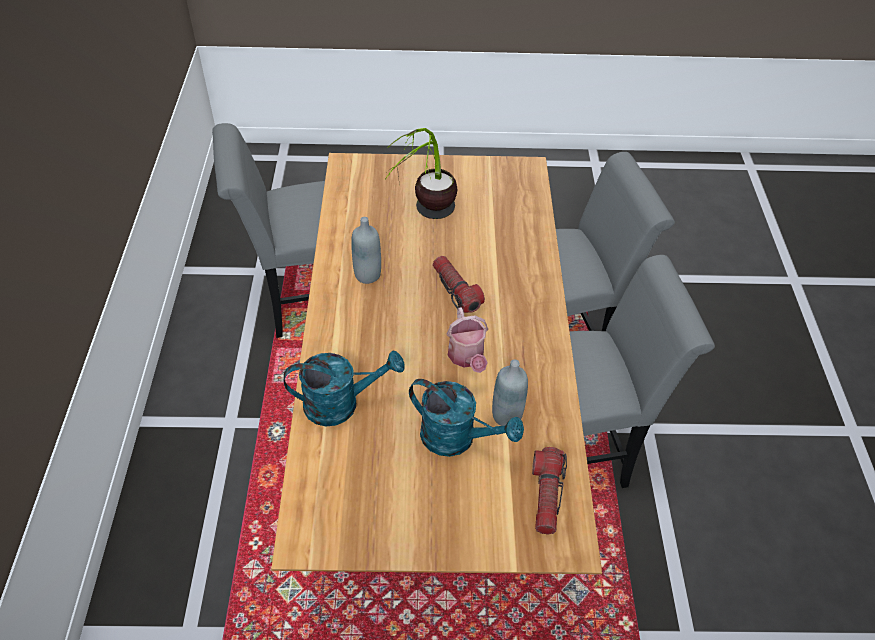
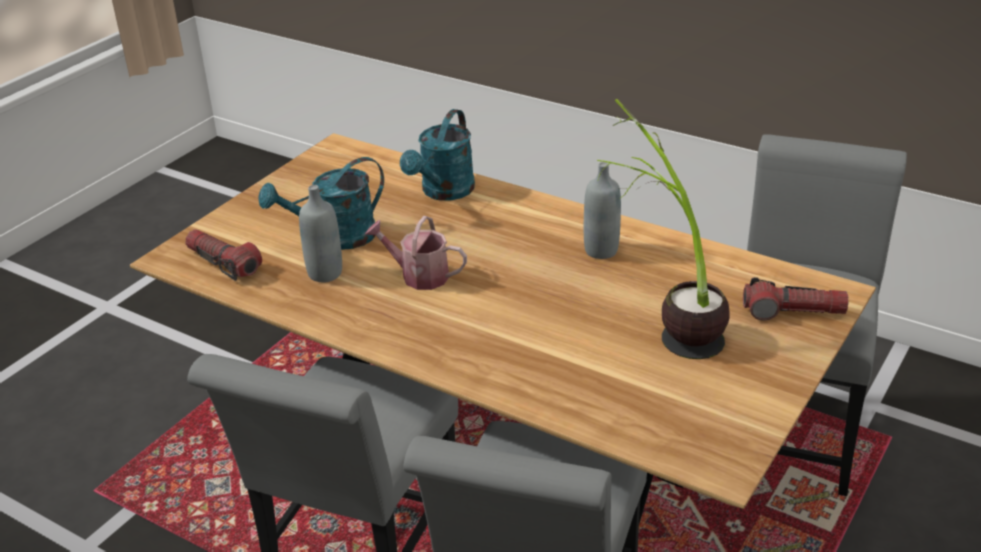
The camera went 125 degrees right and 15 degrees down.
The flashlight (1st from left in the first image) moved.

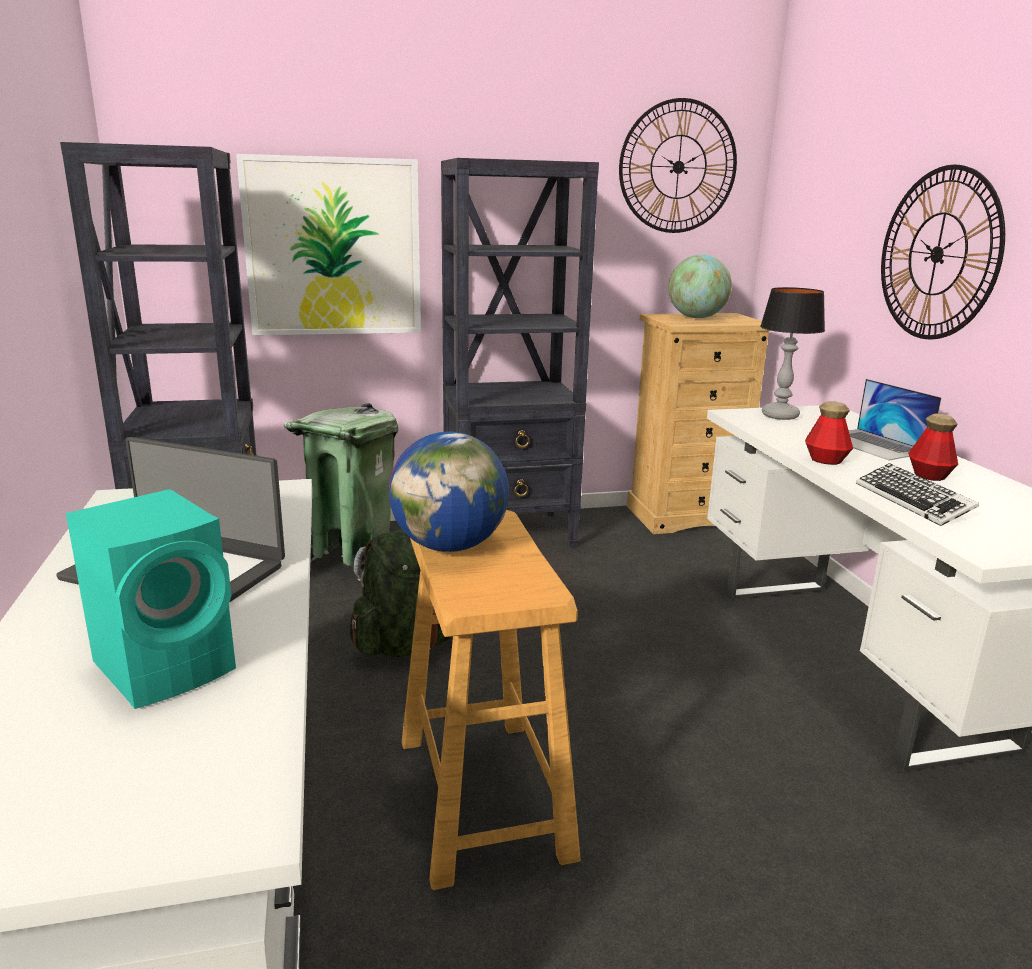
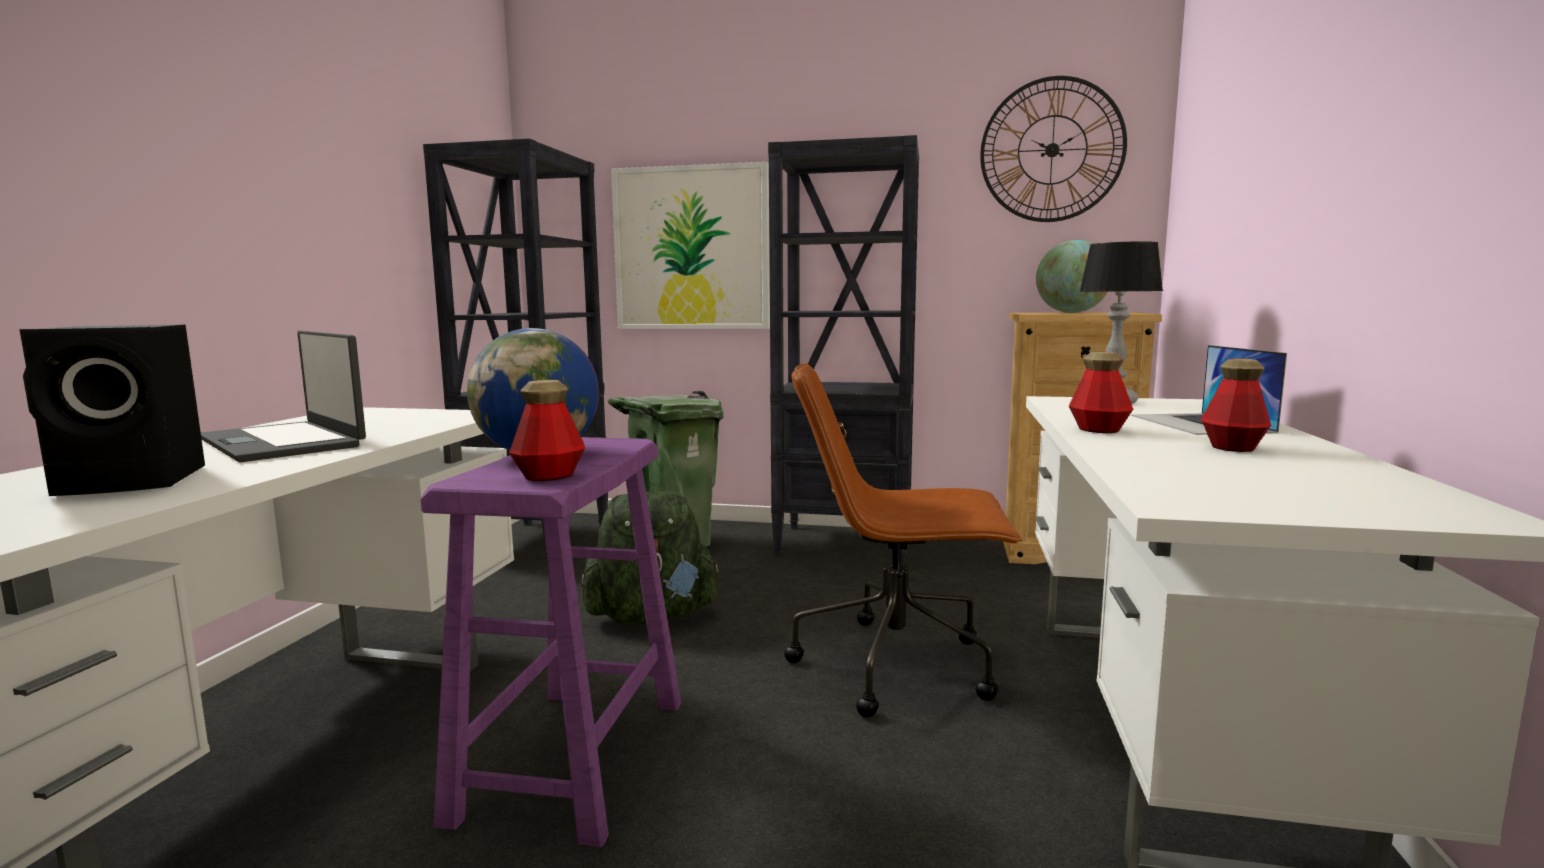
The camera went 25 degrees right and 10 degrees down.
The wall clock (2nd from left) disappeared.
The keyboard disappeared.
The turquoise audio speaker became the black-coloured audio speaker.
The beige-coloured stool became the purplish stool.
The brown-coloured computer chair appeared.
The beverage bottle (1st from left) appeared.

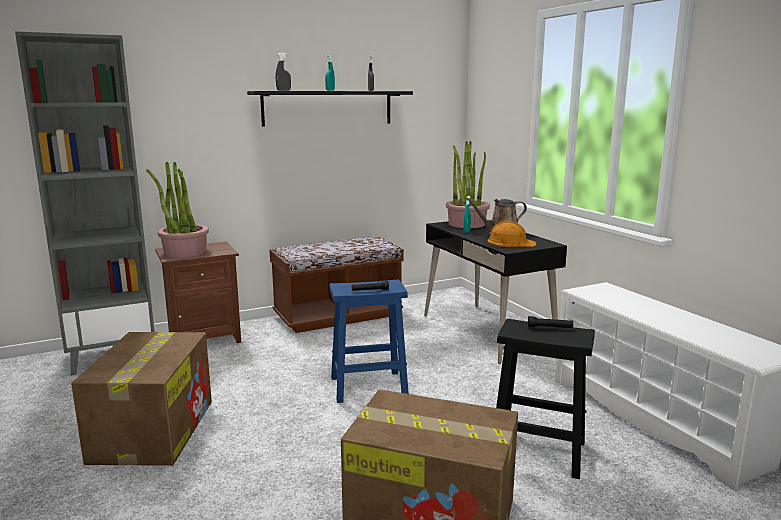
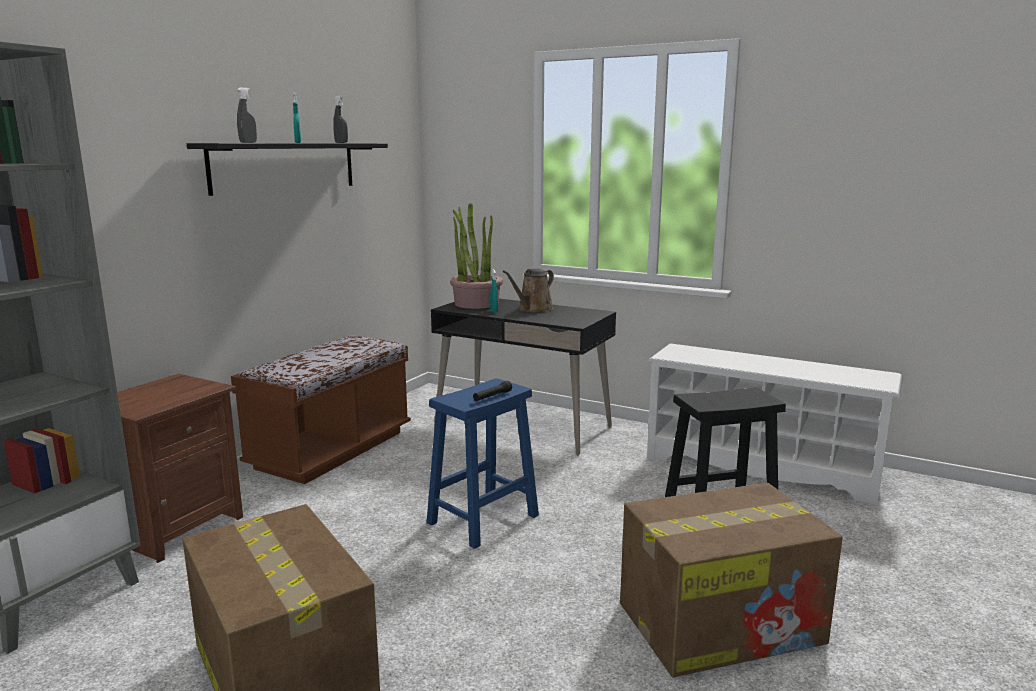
The camera went 35 degrees left and 0 degrees up.
The plant in a pot (1st from left) disappeared.
The orange-coloured work helmet disappeared.
The black-coloured flashlight (2nd from left) disappeared.

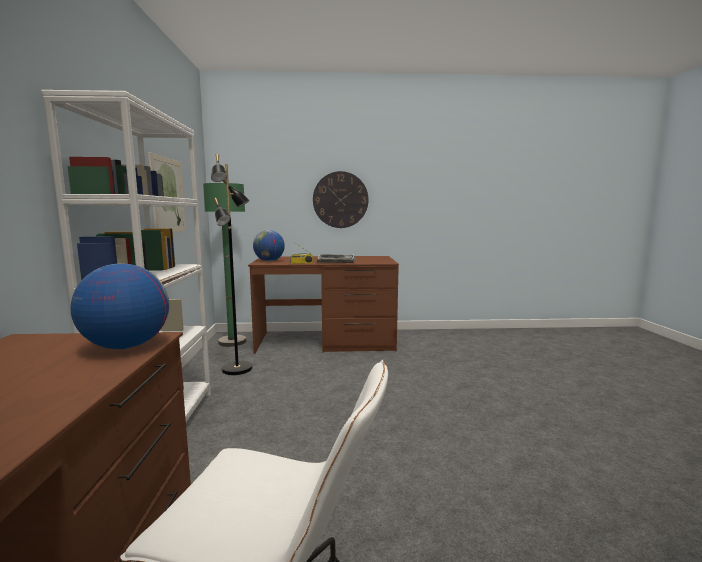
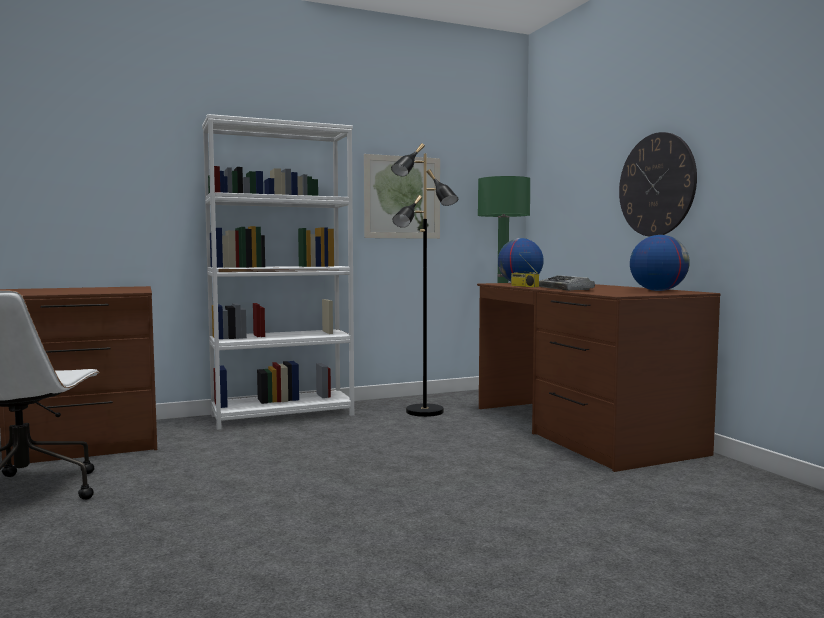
The camera went 70 degrees right and 5 degrees down.
The world globe (1st from left in the first image) moved.

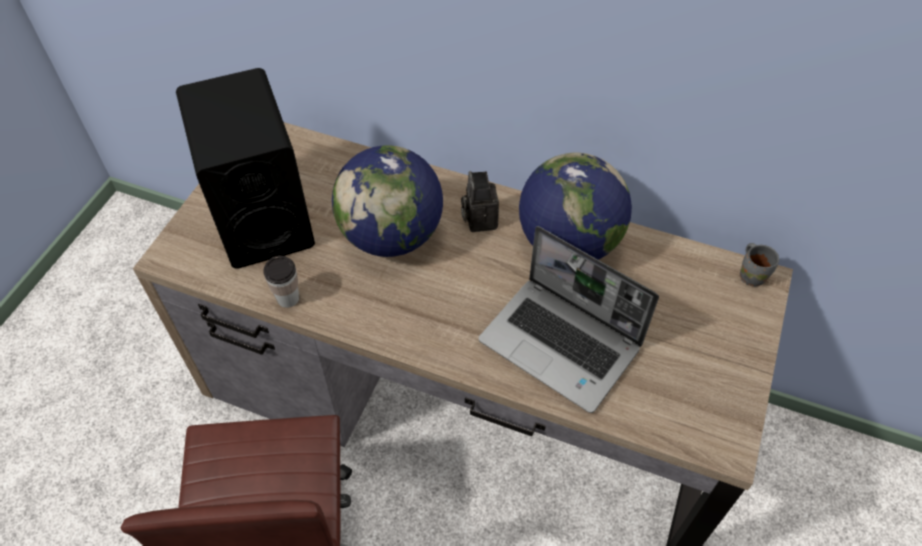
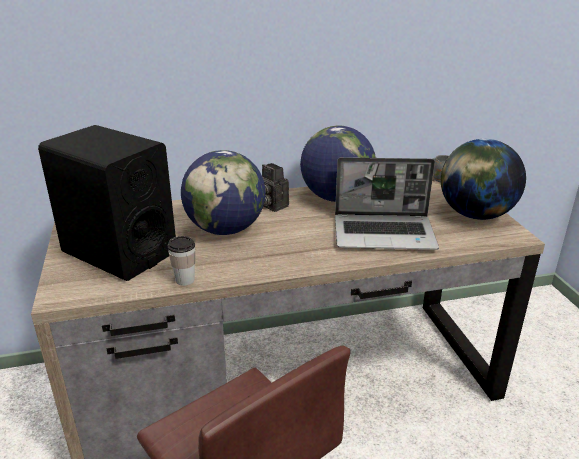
The camera went 35 degrees left and 25 degrees down.
The world globe (3rd from left) appeared.

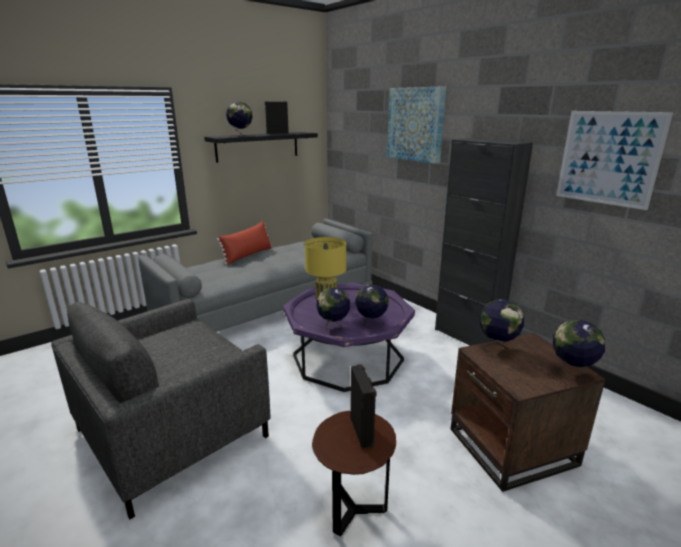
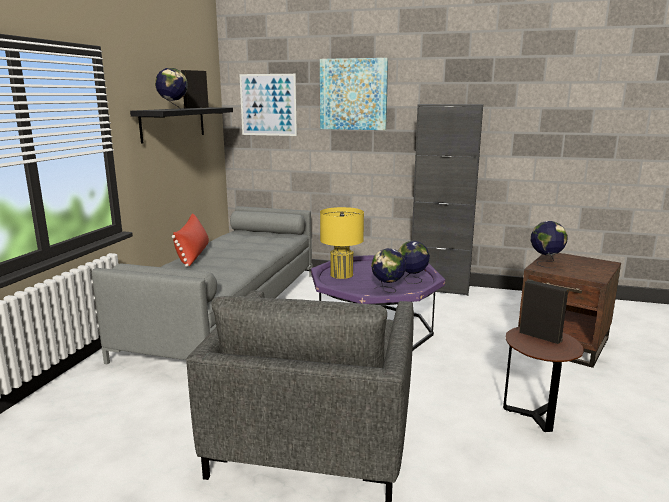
The camera went 35 degrees left and 5 degrees down.
The wall art (2nd from left in the first image) moved.
The world globe (5th from left) disappeared.

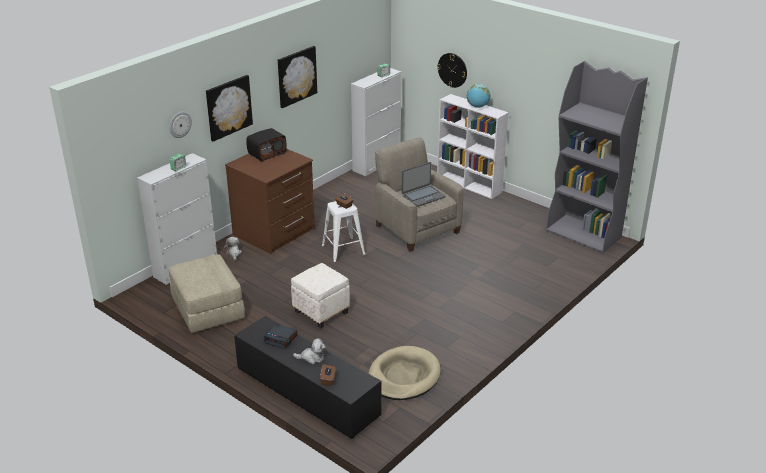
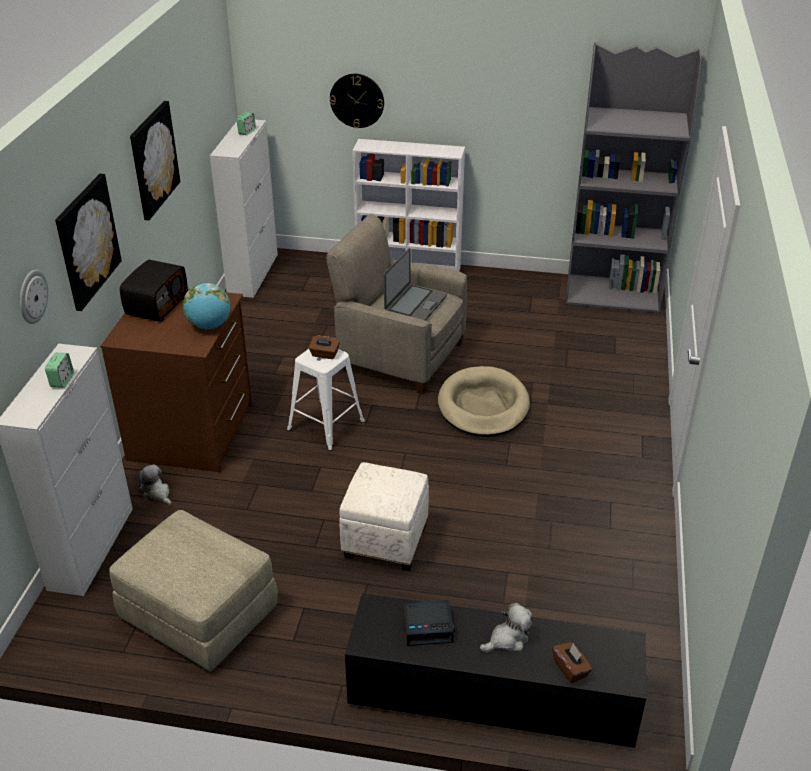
The camera went 30 degrees left and 5 degrees up.
The world globe moved.
The beige-coloured pet bed moved.

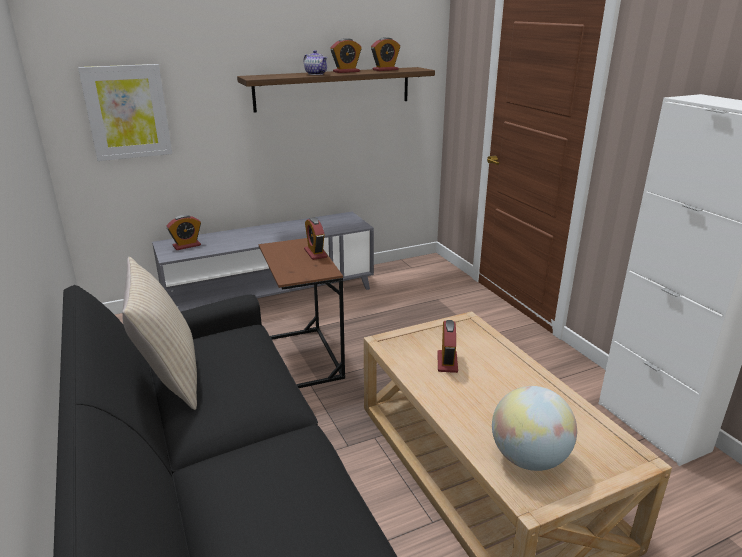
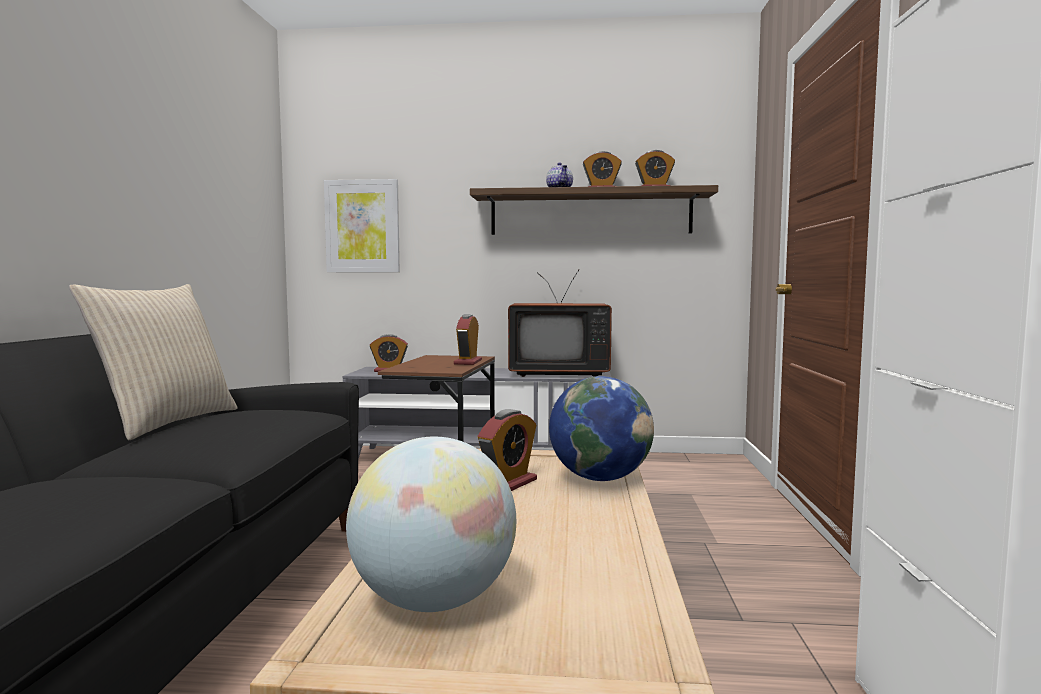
The camera went 30 degrees right and 20 degrees down.
The TV appeared.
The world globe (2nd from left) appeared.

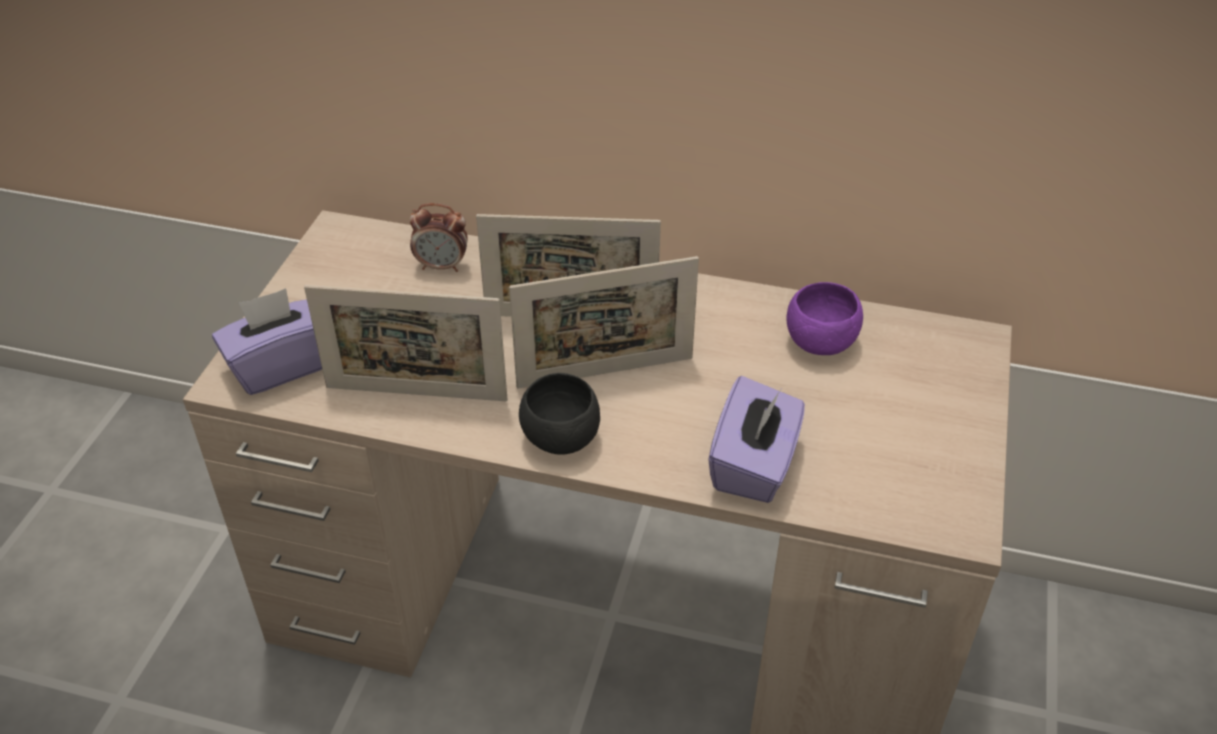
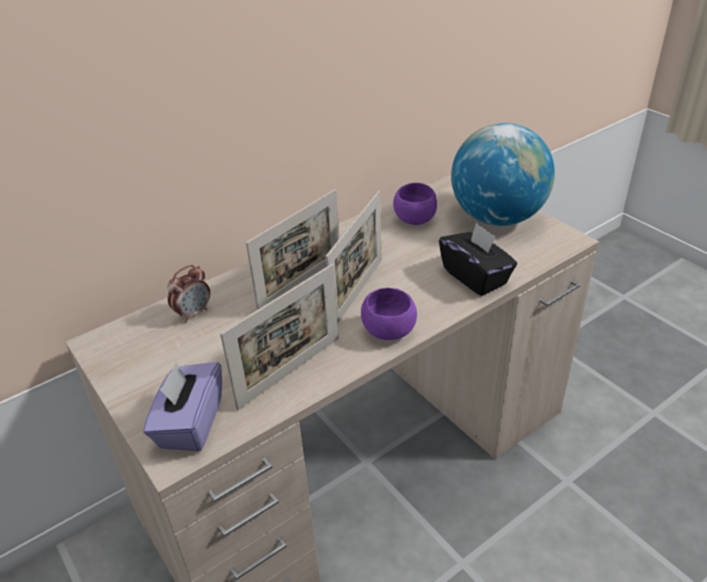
The camera went 50 degrees left and 5 degrees down.
The black-coloured bowl became the purplish bowl (1st from left).
The purplish box of tissues (2nd from left) became the black-coloured box of tissues.
The world globe appeared.

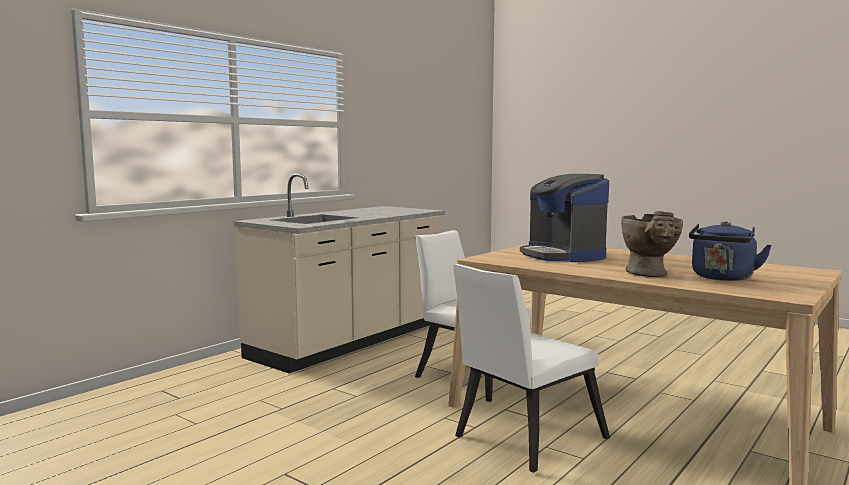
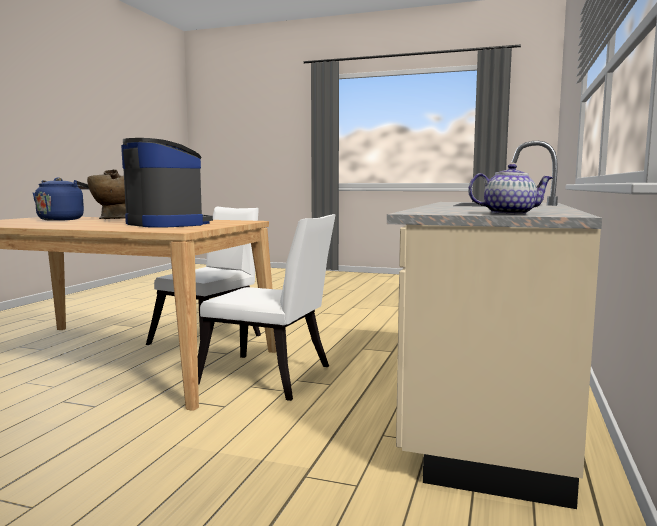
The camera went 160 degrees right and 0 degrees up.
The pot for tea appeared.

